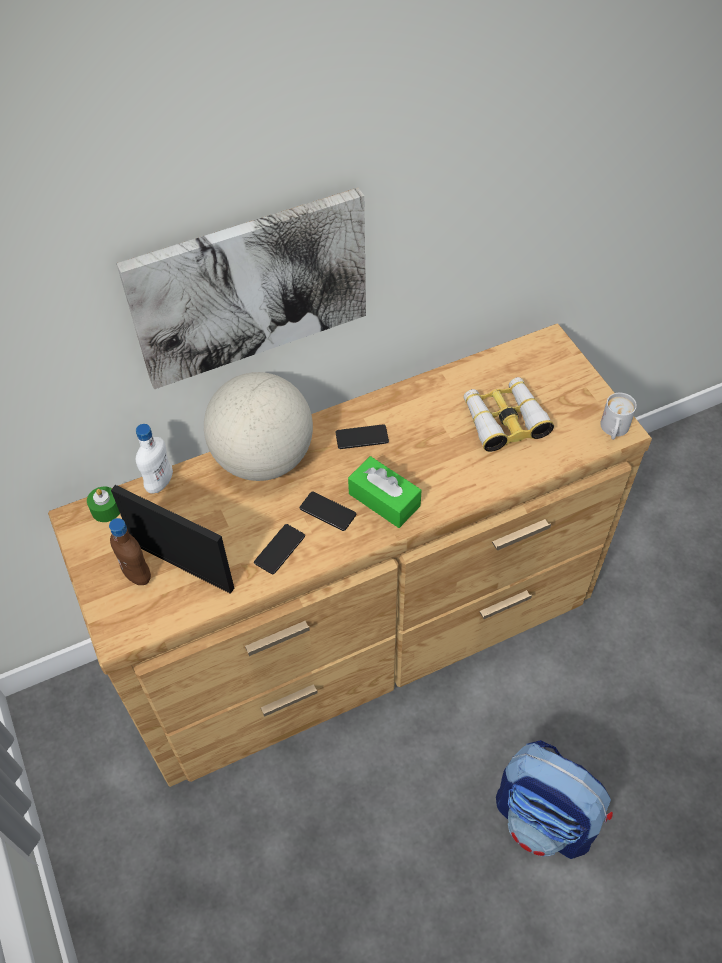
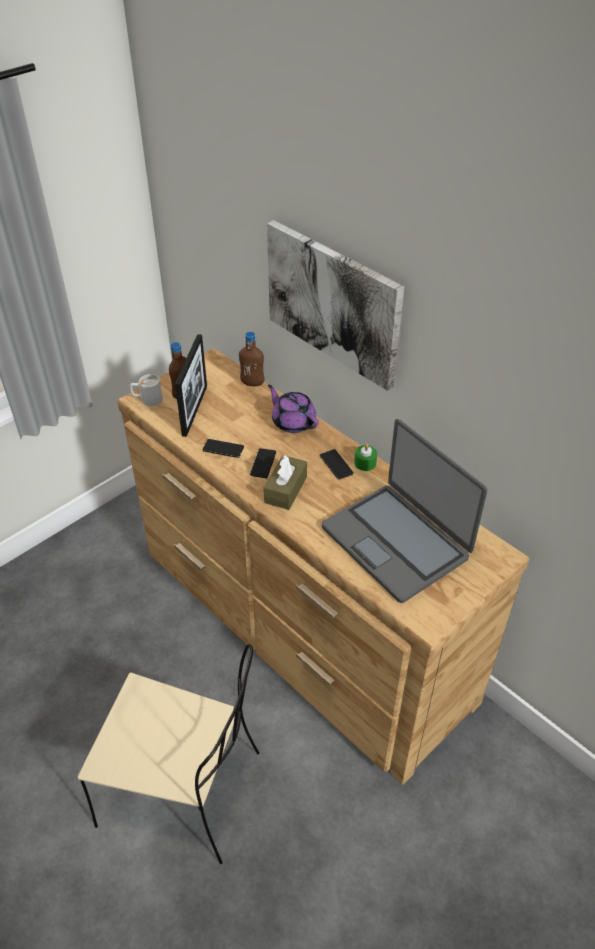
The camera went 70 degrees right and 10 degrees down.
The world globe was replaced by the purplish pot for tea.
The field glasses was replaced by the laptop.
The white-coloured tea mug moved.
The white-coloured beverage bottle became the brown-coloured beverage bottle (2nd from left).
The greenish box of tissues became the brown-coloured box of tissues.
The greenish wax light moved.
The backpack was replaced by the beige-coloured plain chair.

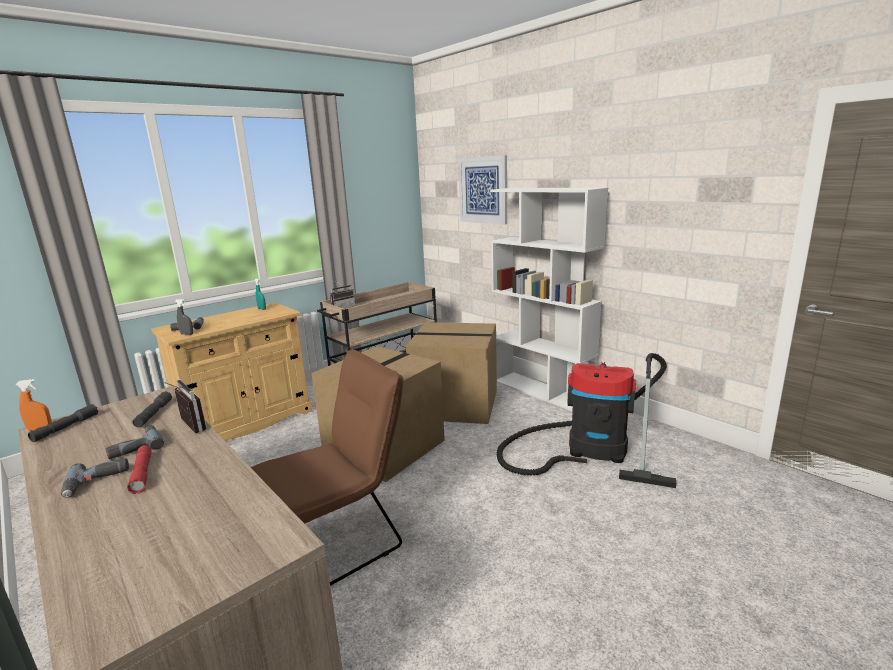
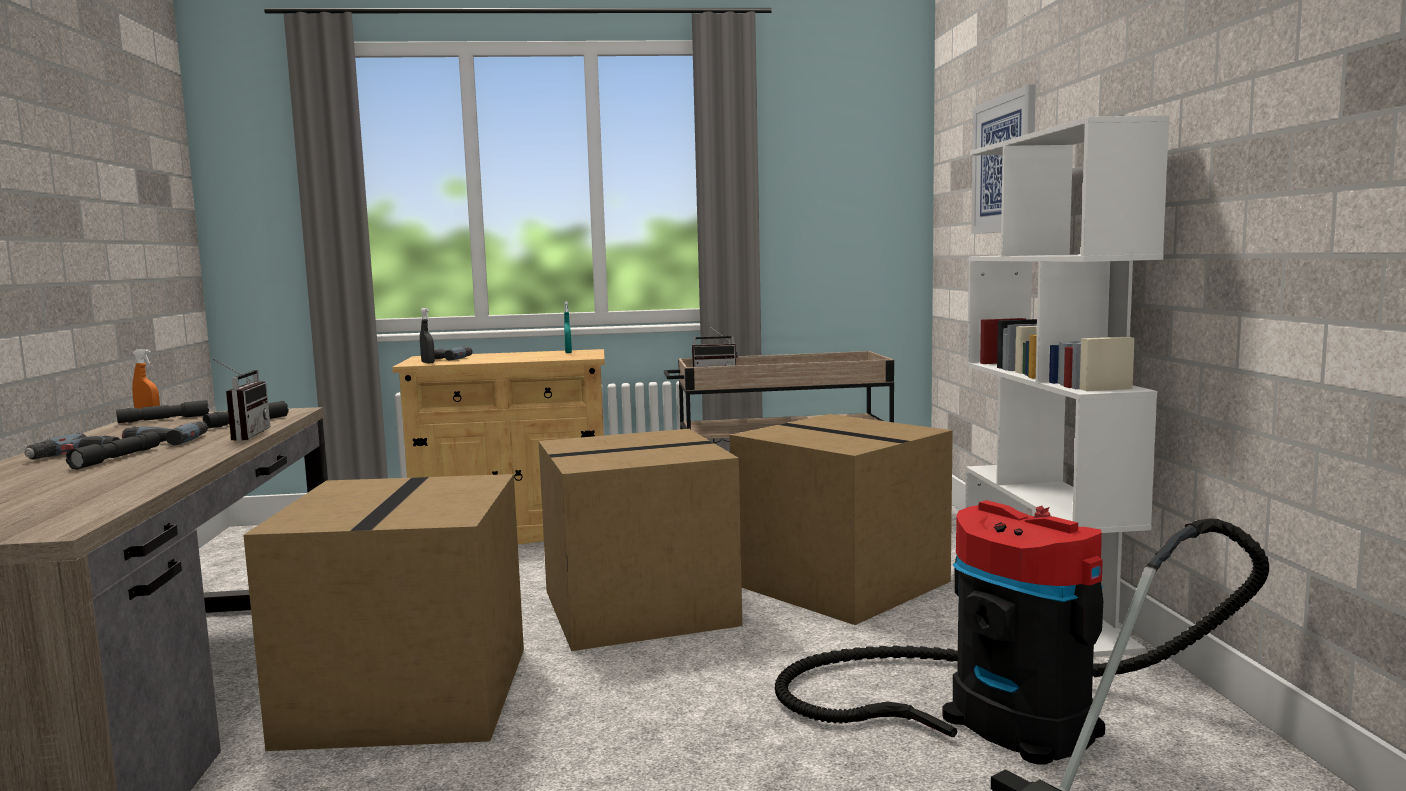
The camera went 35 degrees right and 10 degrees down.
The brown-coloured plain chair was replaced by the cardboard box (1st from left).
The red-coloured flashlight became the gray flashlight (1st from left).

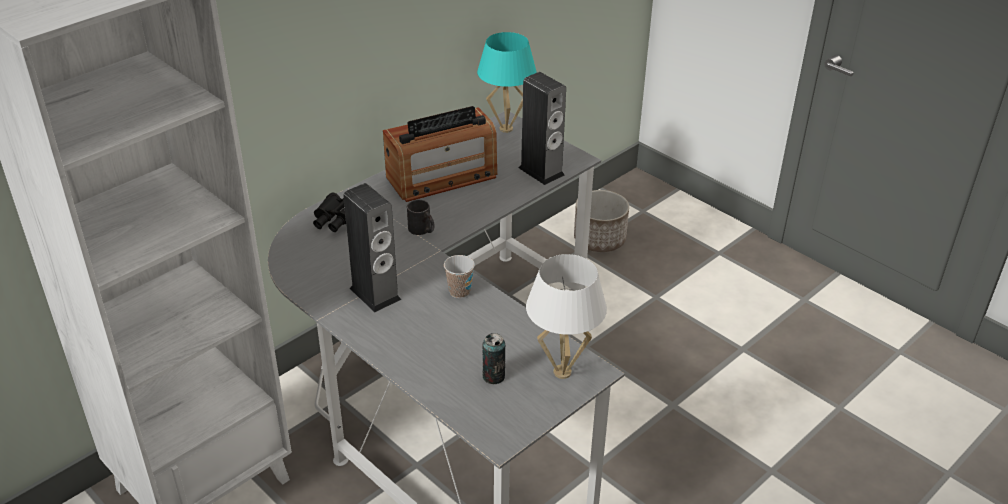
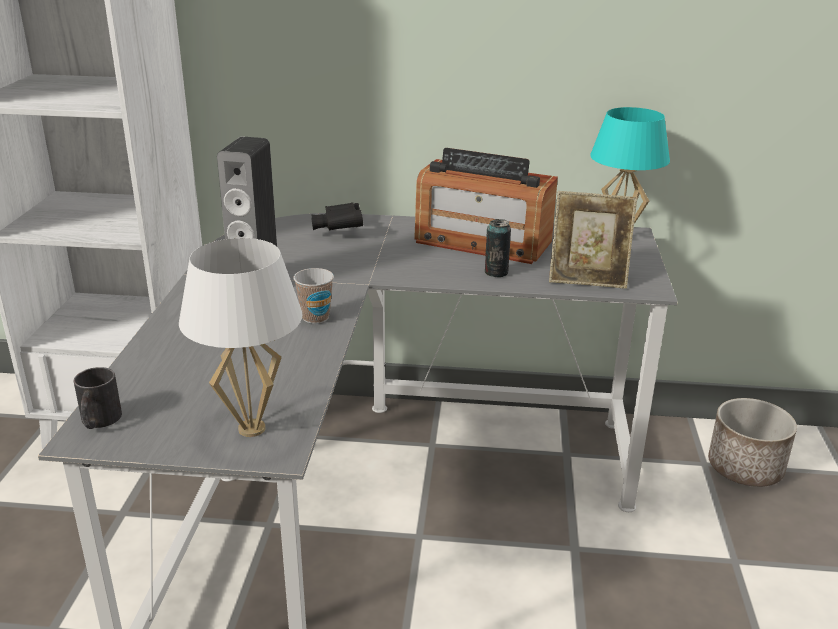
The camera went 50 degrees right and 10 degrees down.
The audio speaker (2nd from left) was replaced by the standing frame.
The black-coloured tea mug moved.
The sealed can moved.

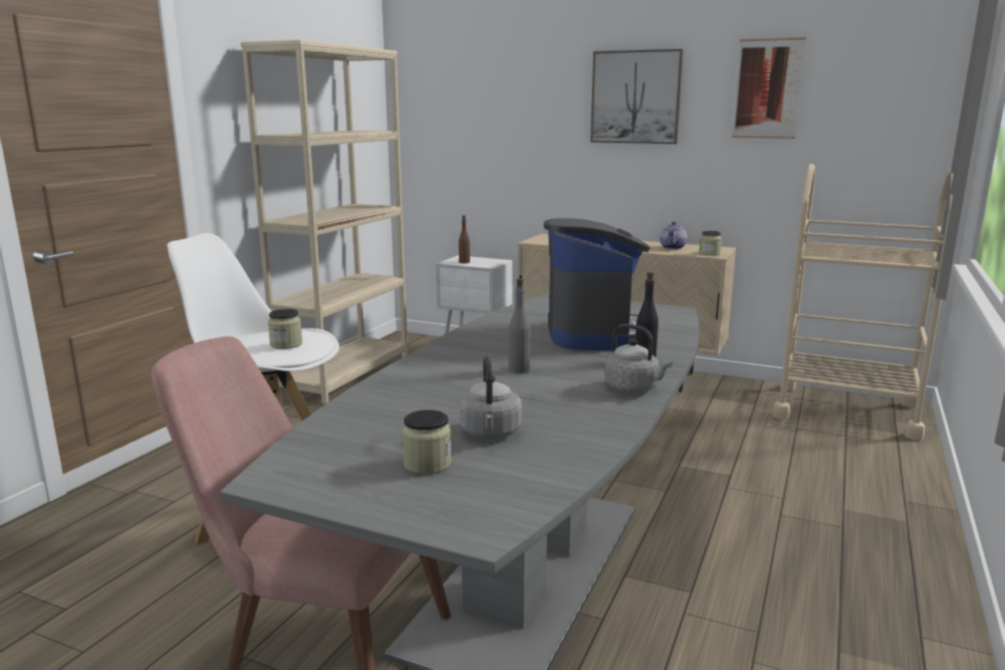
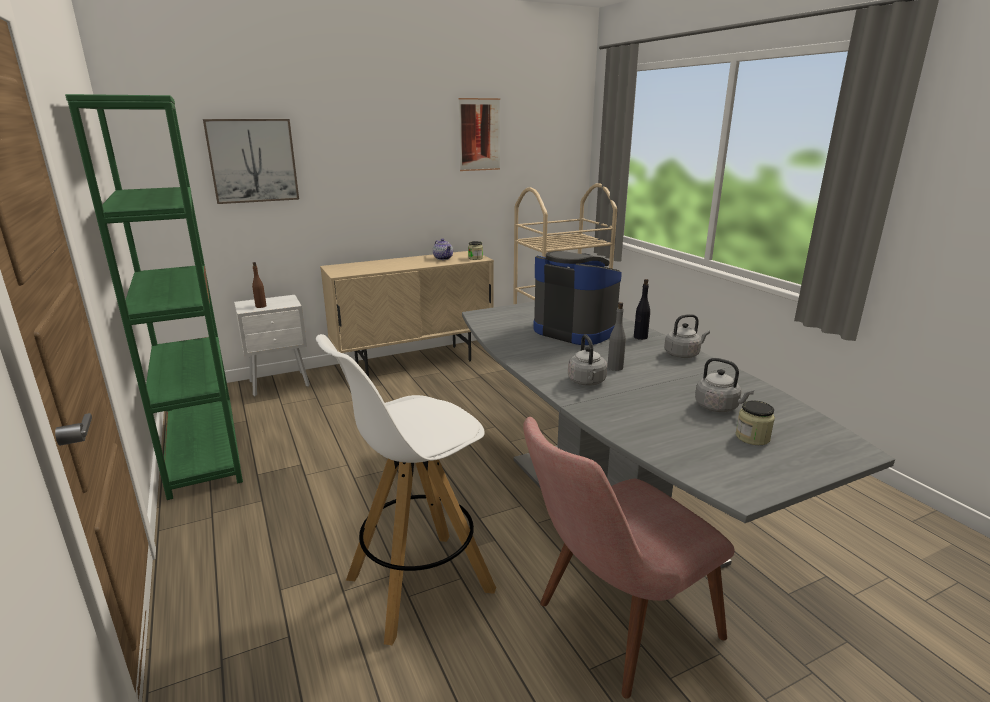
The camera went 50 degrees left and 5 degrees up.
The beige-coloured shelving unit became the greenish shelving unit.
The wall art (1st from left) moved.
The jar (1st from left) disappeared.
The gray kettle (1st from left) appeared.

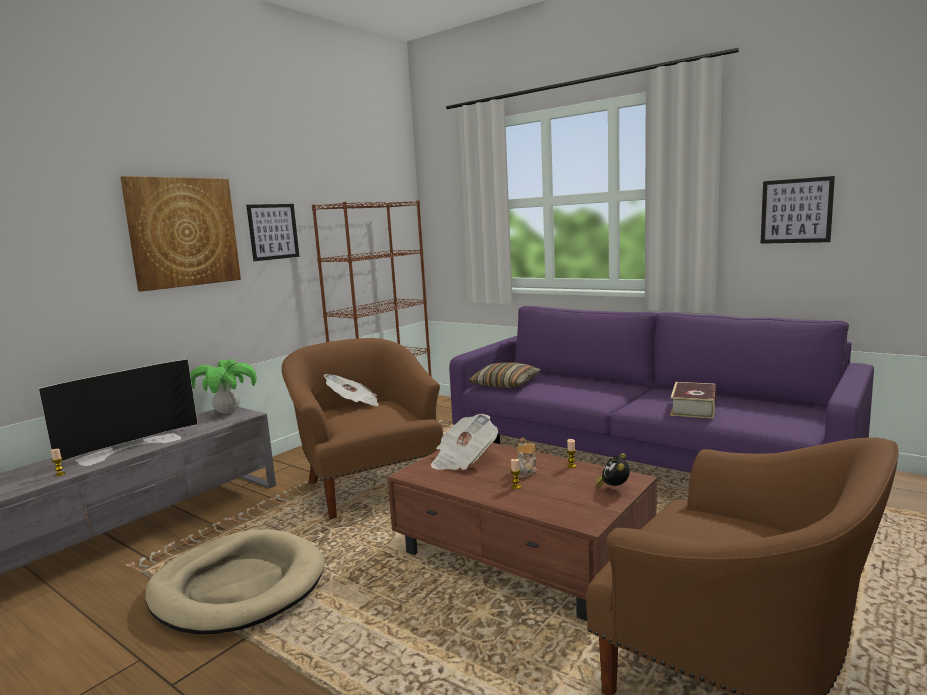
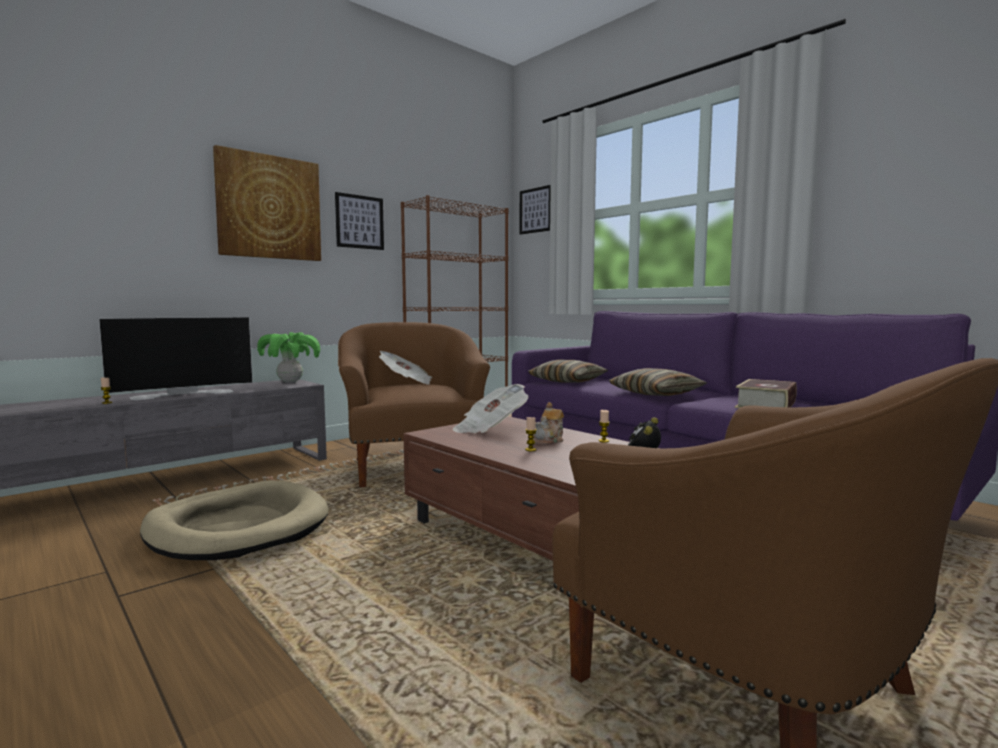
The camera went 10 degrees right and 5 degrees down.
The wall art (3rd from left) moved.
The pillow (2nd from left) appeared.

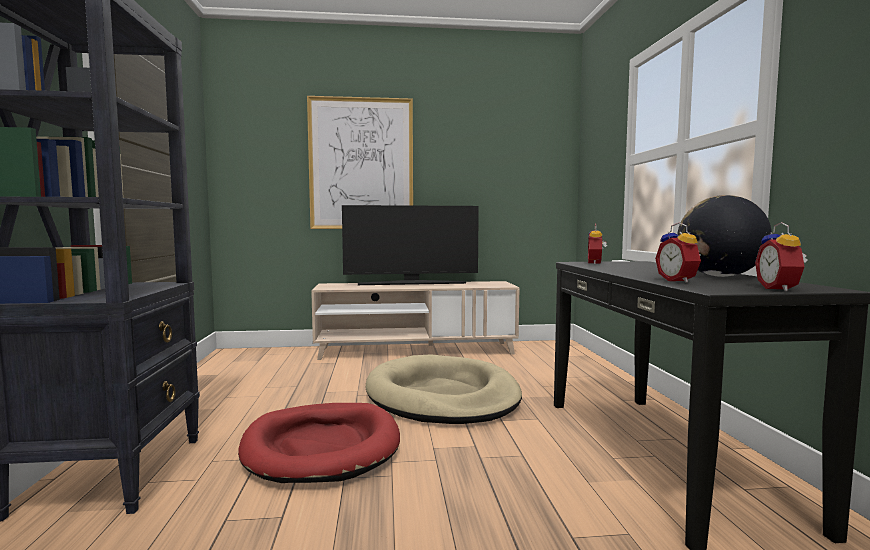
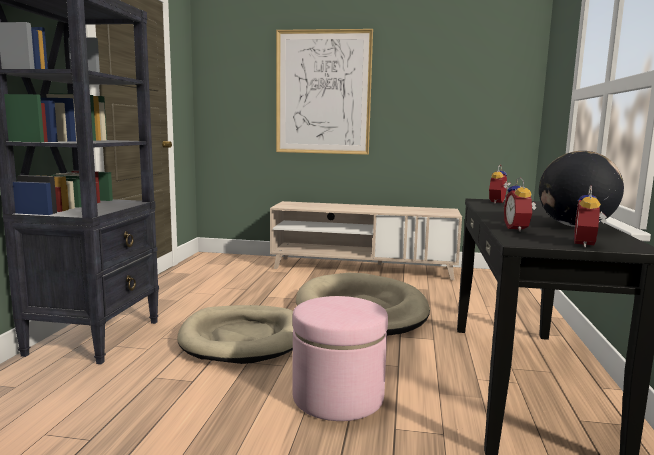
The camera went 15 degrees right and 5 degrees up.
The TV disappeared.
The red-coloured pet bed became the beige-coloured pet bed (1st from left).
The pinkish ottoman appeared.

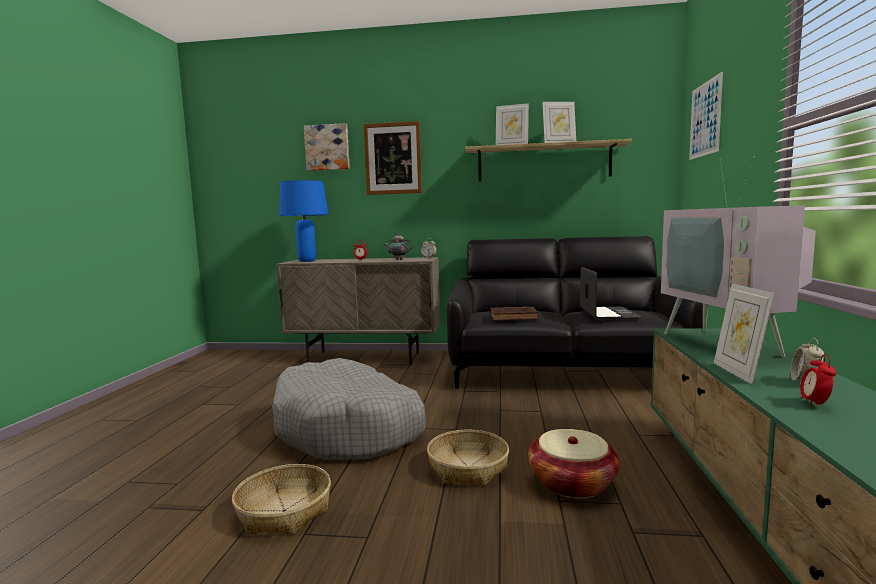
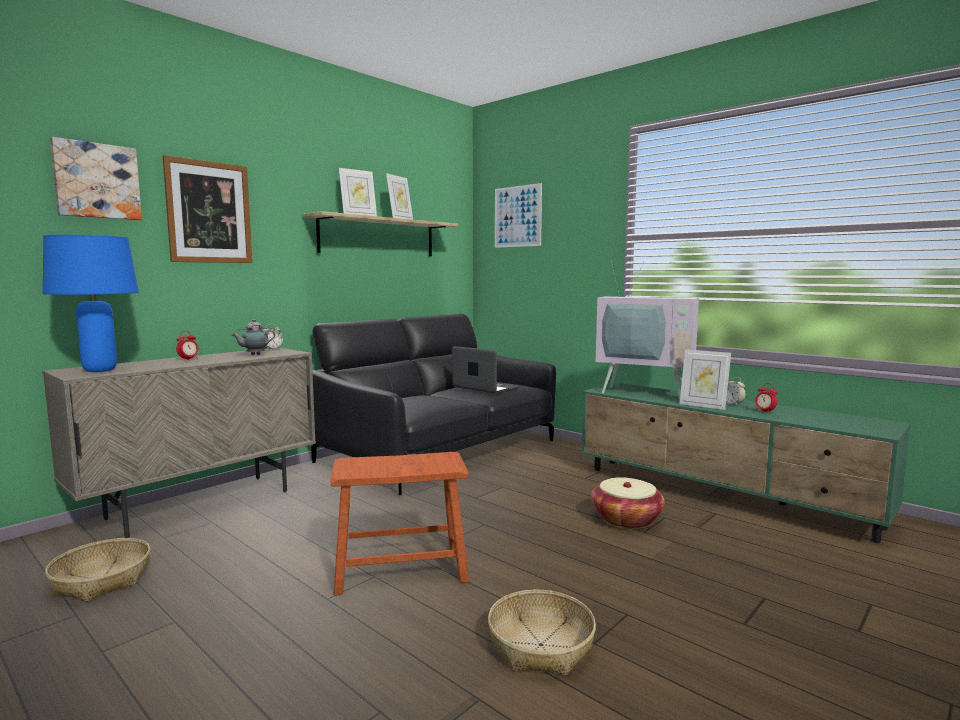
The camera went 55 degrees left and 0 degrees up.
The brown-coloured book disappeared.
The gray pet bed was replaced by the brown-coloured stool.
The household basket (2nd from left in the first image) moved.

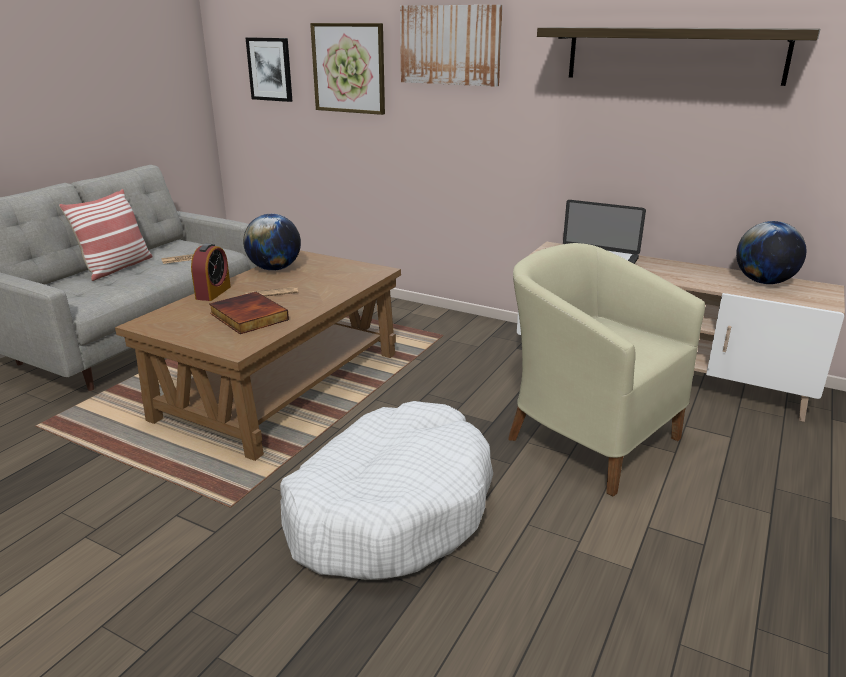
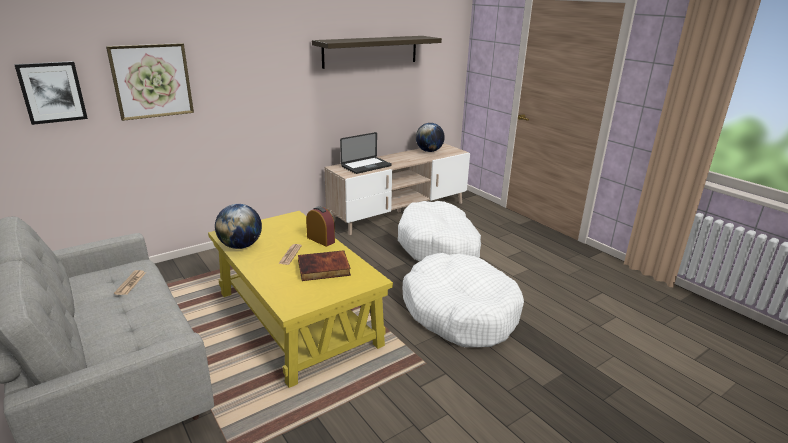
The camera went 65 degrees left and 0 degrees up.
The wall art (3rd from left) disappeared.
The pillow disappeared.
The table clock moved.
The beige-coloured armchair was replaced by the white-coloured pet bed (1st from left).
The brown-coloured low table became the yellow low table.

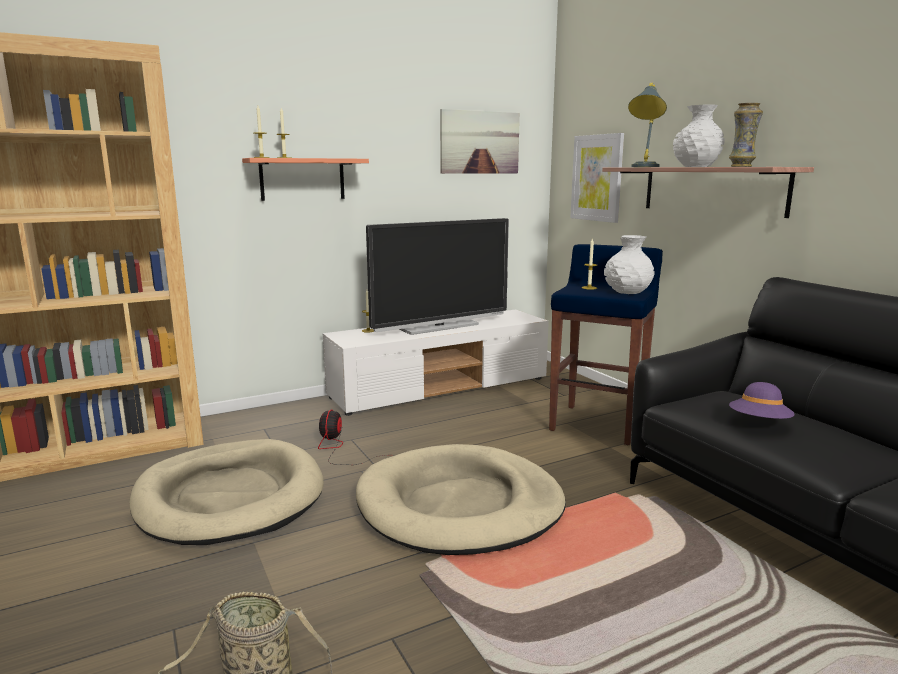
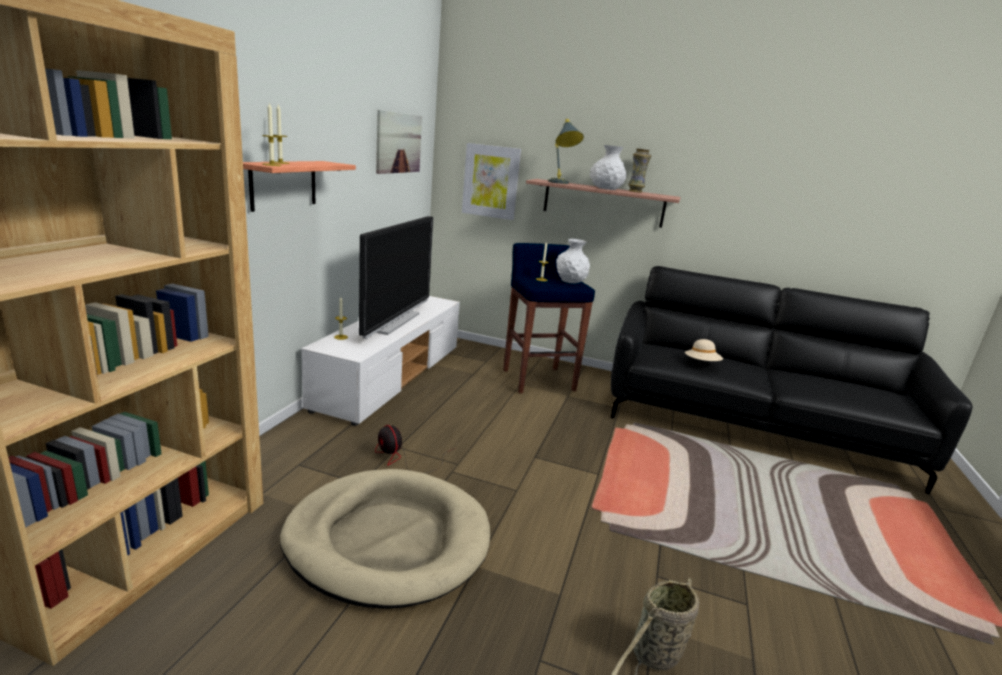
The camera went 45 degrees left and 5 degrees up.
The purplish wearable hat became the beige-coloured wearable hat.
The beige-coloured pet bed (2nd from left) disappeared.

